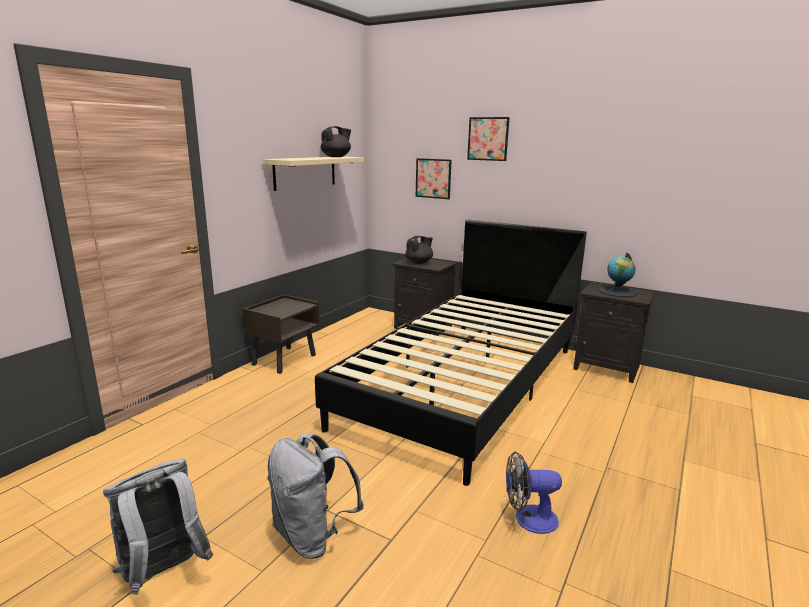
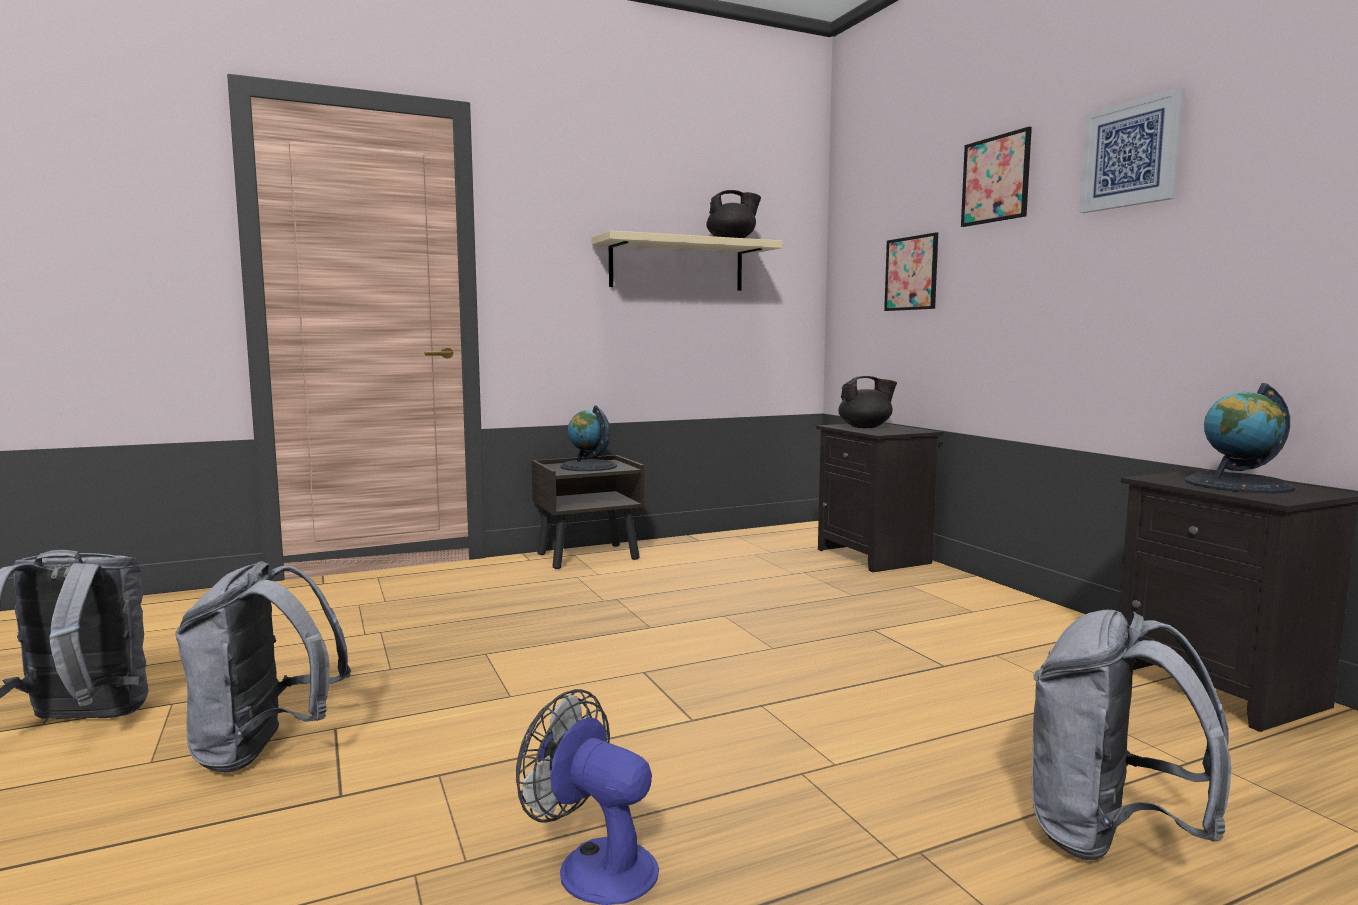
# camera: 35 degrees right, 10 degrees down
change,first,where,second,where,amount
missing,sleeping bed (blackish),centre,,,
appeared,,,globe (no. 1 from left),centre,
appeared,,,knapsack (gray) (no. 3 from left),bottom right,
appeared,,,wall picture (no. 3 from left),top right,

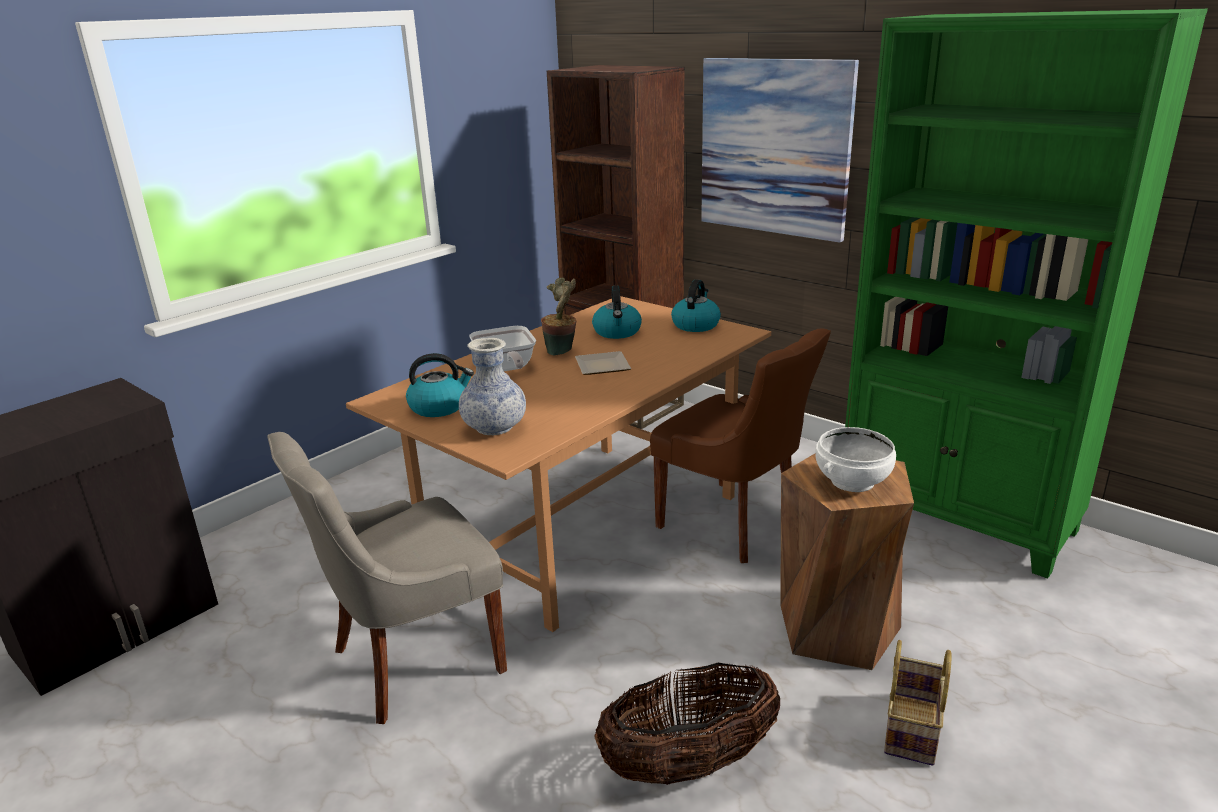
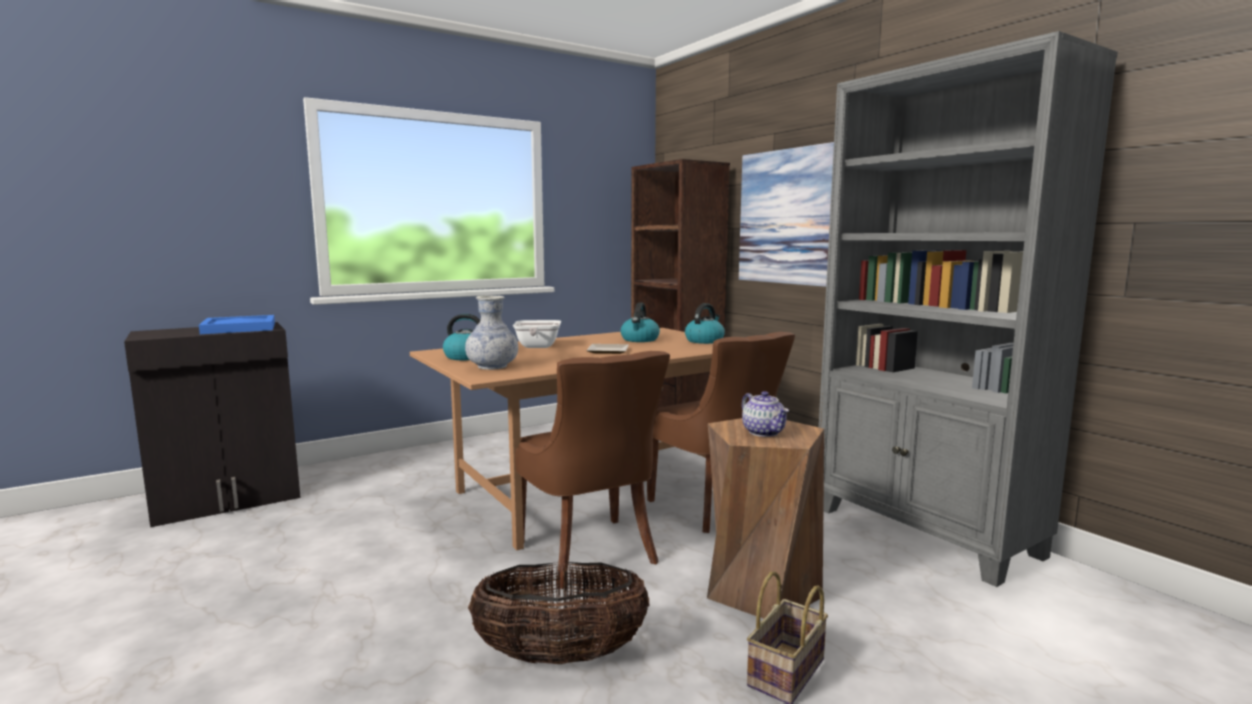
# camera: 15 degrees right, 15 degrees down
change,first,where,second,where,amount
missing,plain chair (gray),bottom left,,,
missing,houseplant,centre,,,
exchanged,serving bowl (white-coloured),middle right,pot for tea,centre,
colour,bookshelf (green),middle right,bookshelf (gray),middle right,
appeared,,,serving tray (blue),middle left,
appeared,,,plain chair (brown) (no. 1 from left),bottom centre,

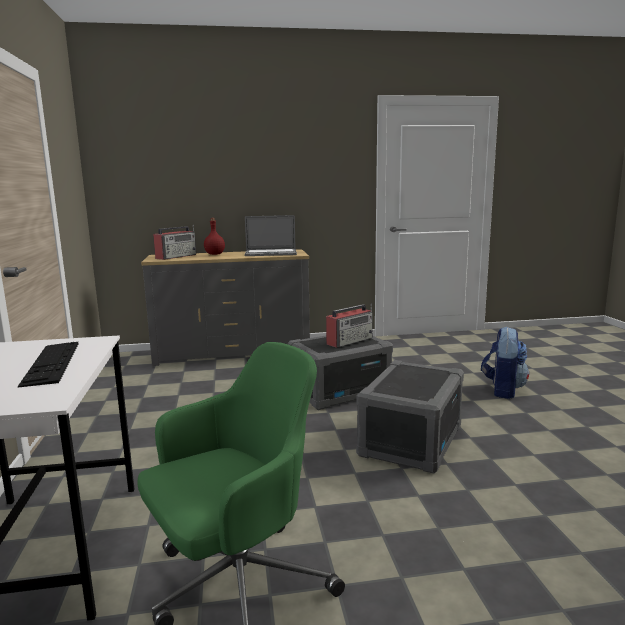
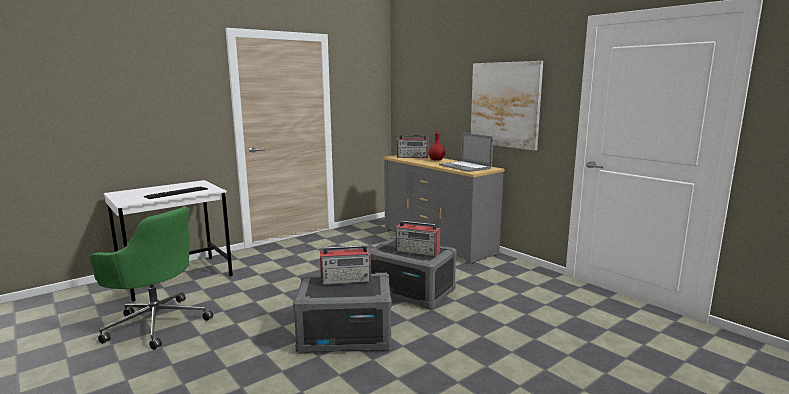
# camera: 60 degrees right, 0 degrees up
change,first,where,second,where,amount
missing,knapsack,middle right,,,
appeared,,,radio set (no. 1 from left),bottom centre,
appeared,,,wall picture,top centre,

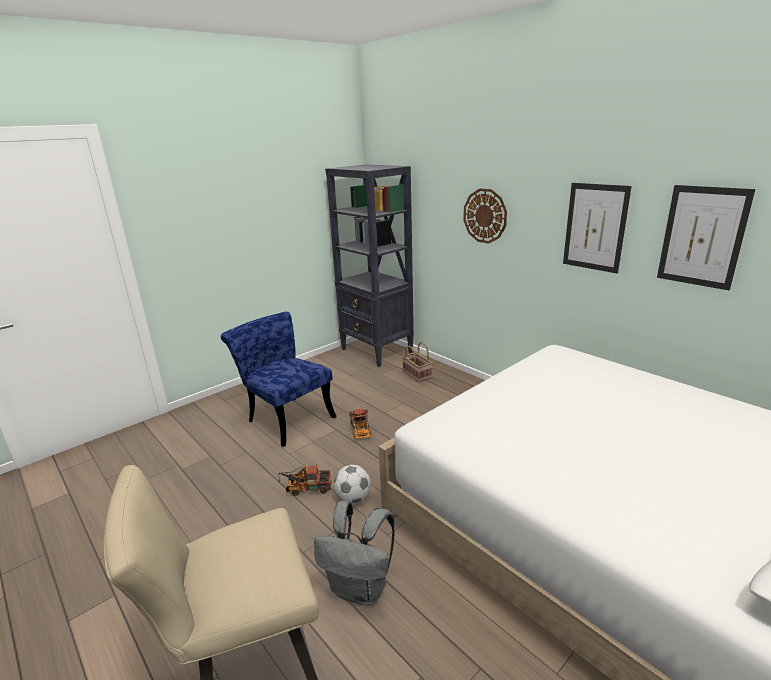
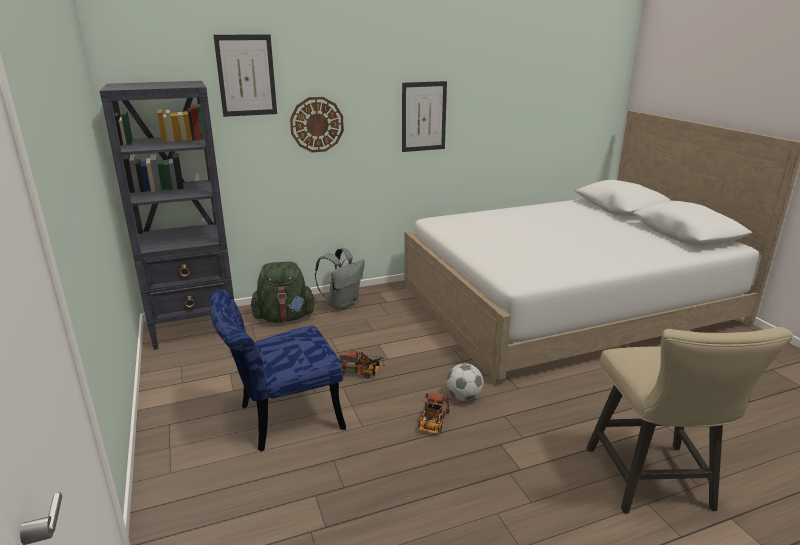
# camera: 70 degrees left, 0 degrees up
change,first,where,second,where,amount
relocated,knapsack (gray),bottom centre,,centre,
exchanged,basket,centre,knapsack (green),centre,
relocated,wall picture (no. 2 from left in the first image),middle right,wall picture (no. 1 from left),top left,

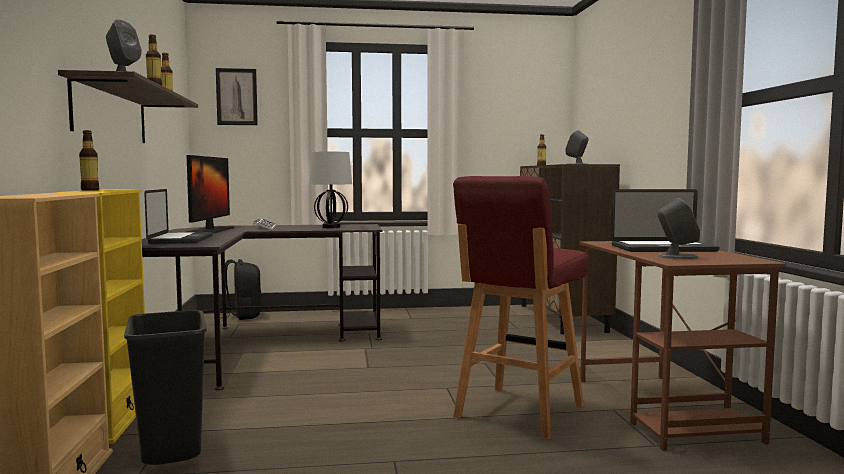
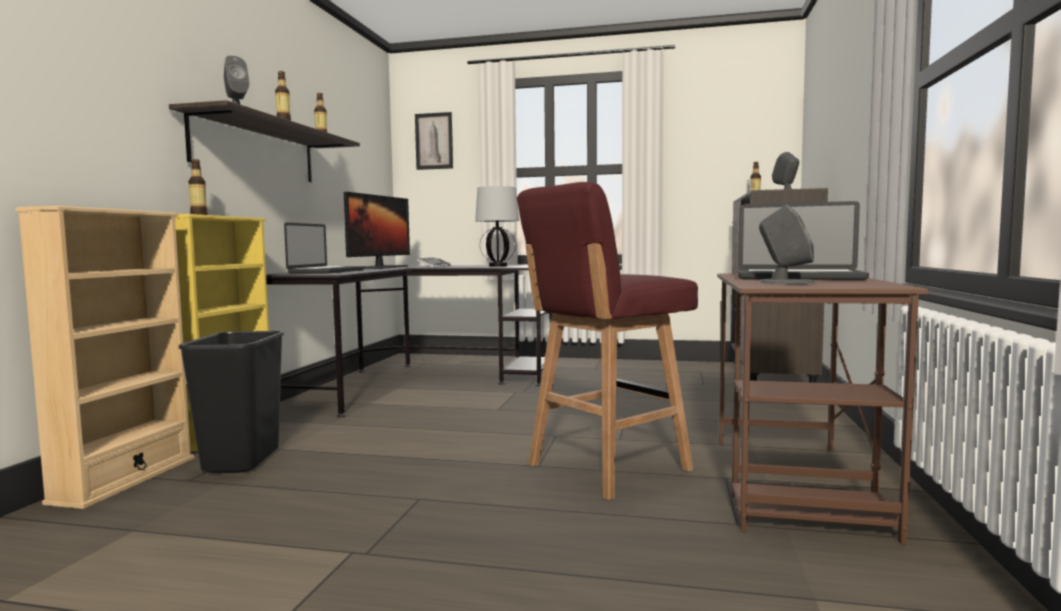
# camera: 20 degrees right, 0 degrees up
change,first,where,second,where,amount
missing,knapsack (blackish),middle left,,,

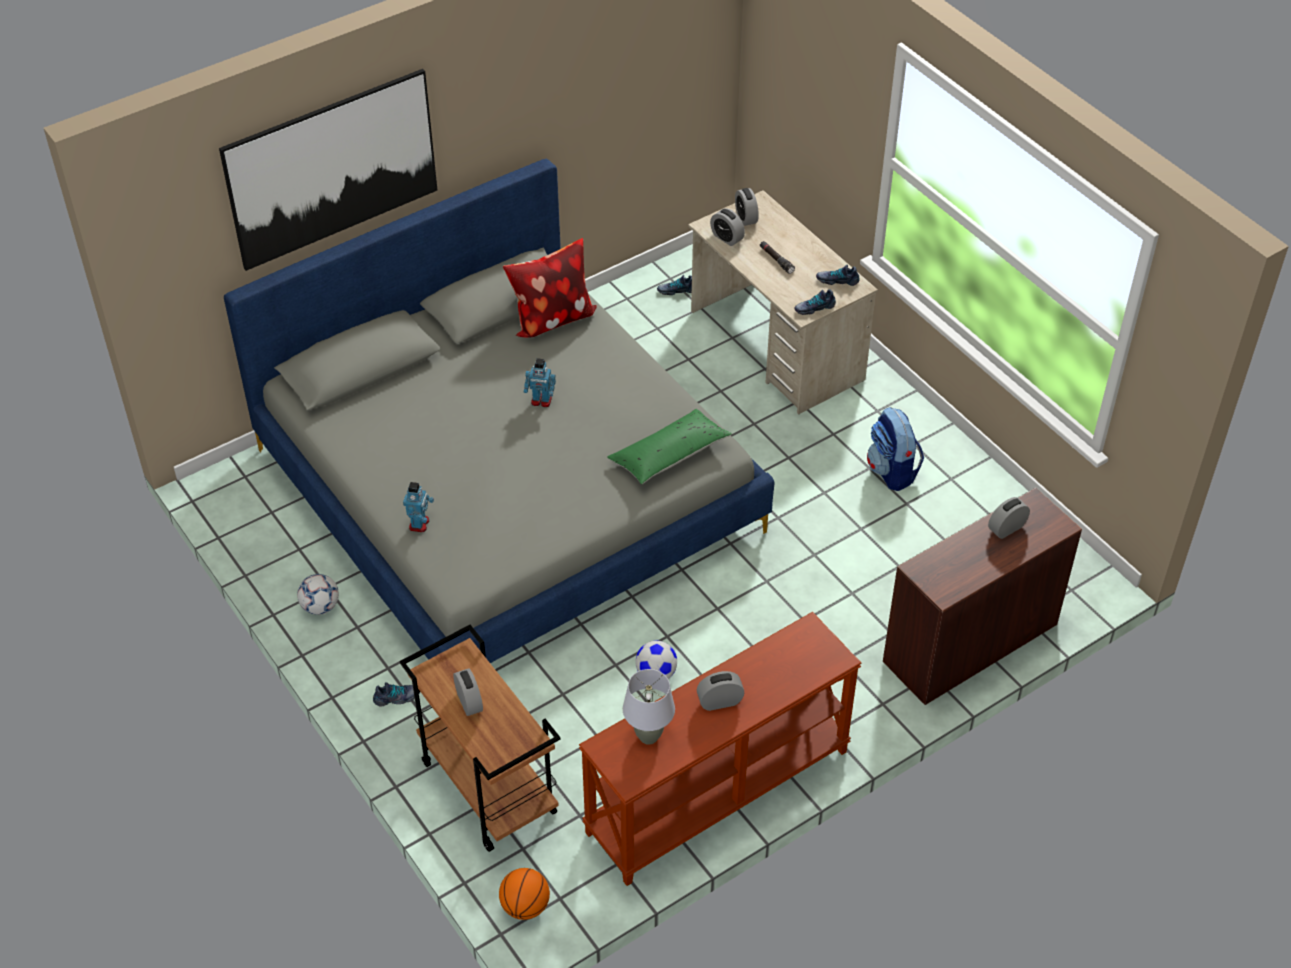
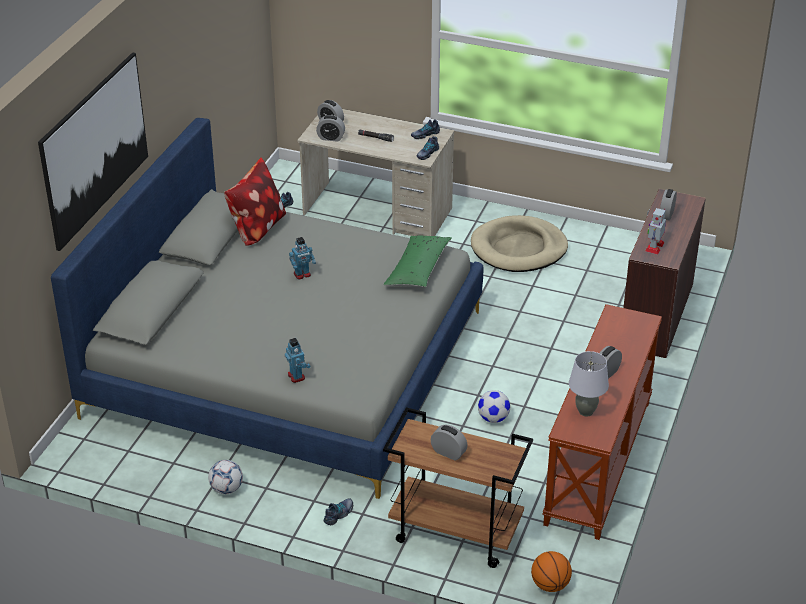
# camera: 35 degrees left, 10 degrees down
change,first,where,second,where,amount
exchanged,knapsack,middle right,dog cushion (beige-coloured),centre,
appeared,,,robot figure (no. 3 from left),middle right,

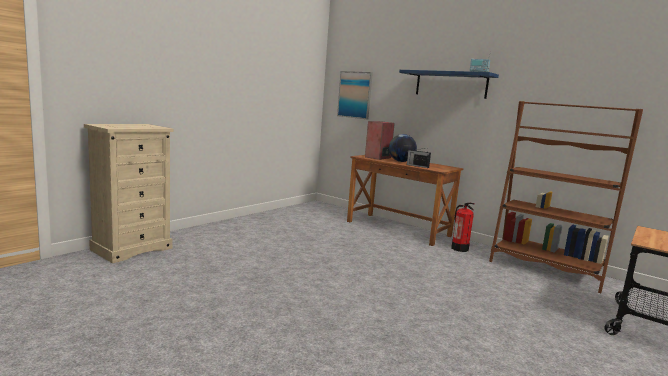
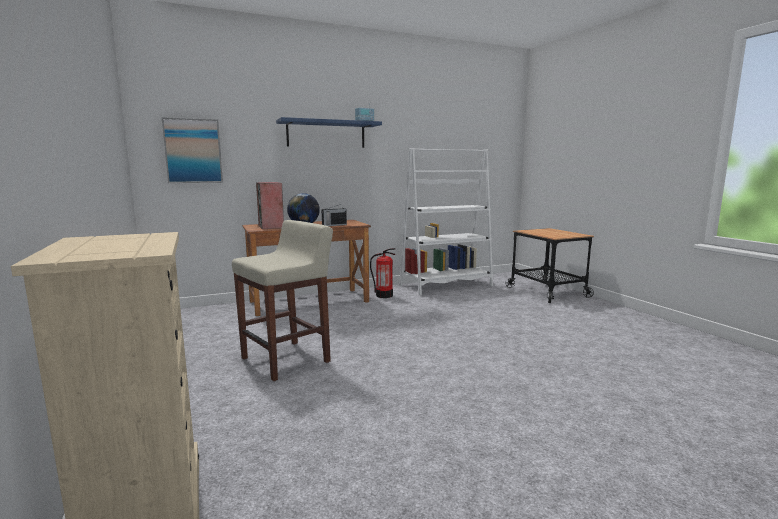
# camera: 60 degrees left, 0 degrees up
change,first,where,second,where,amount
colour,bookshelf (brown),middle right,bookshelf (white-coloured),centre,
appeared,,,stool seat (beige-coloured),centre,

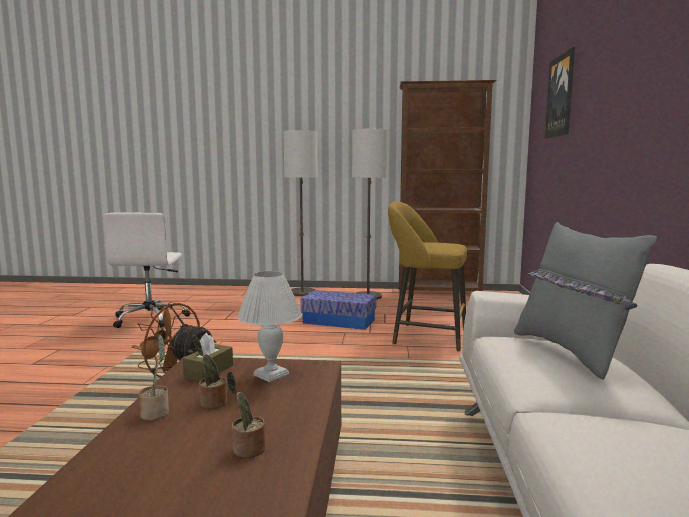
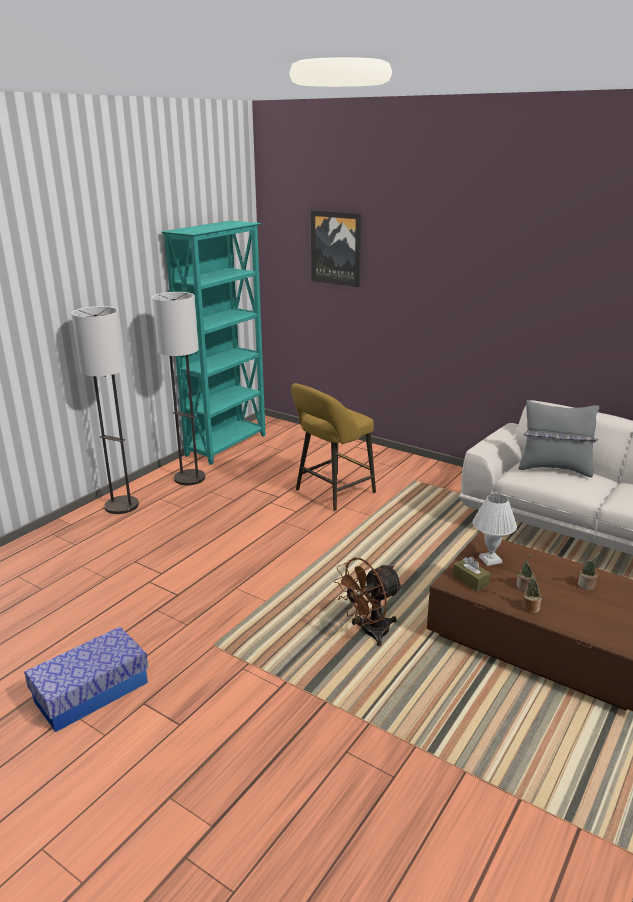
# camera: 60 degrees left, 15 degrees up
change,first,where,second,where,amount
missing,desk chair (white-coloured),middle left,,,
relocated,storage container,centre,,bottom left,
colour,bookshelf (brown),centre,bookshelf (turquoise-coloured),centre,

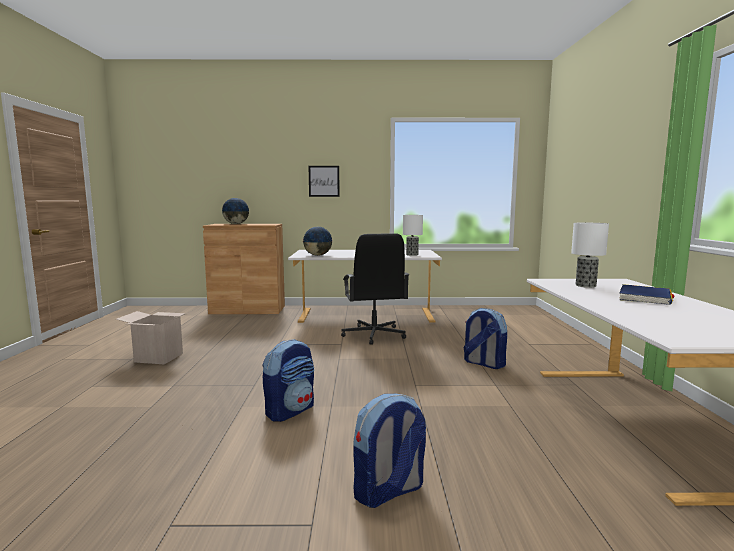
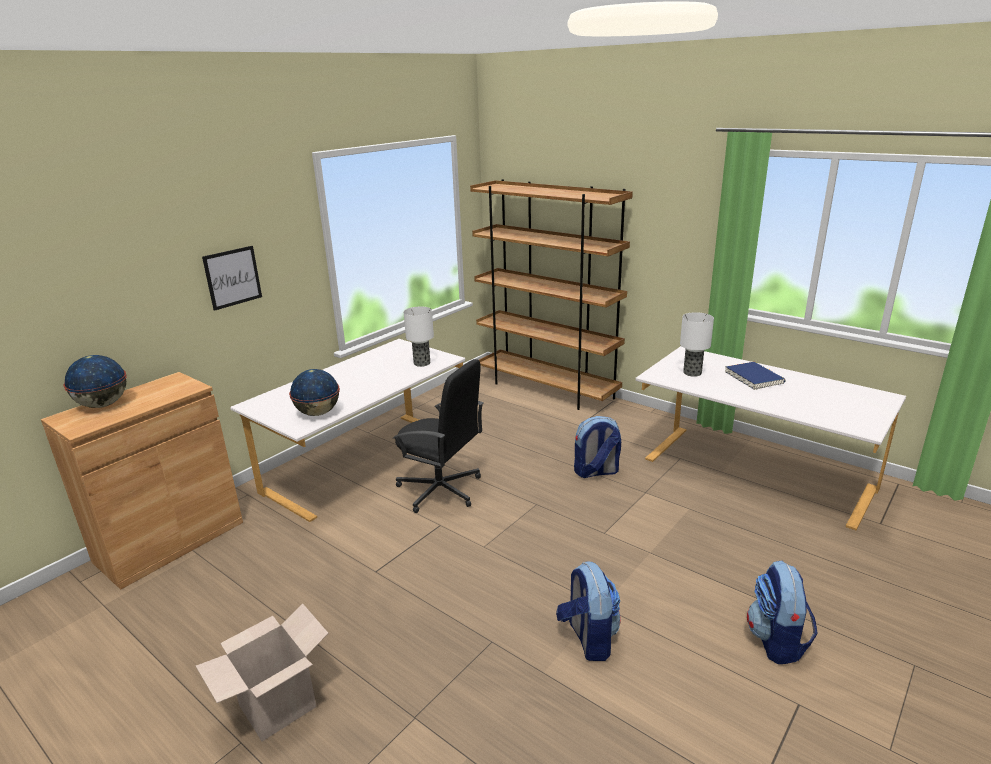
# camera: 50 degrees left, 15 degrees up
change,first,where,second,where,amount
appeared,,,bookshelf (brown),centre,

